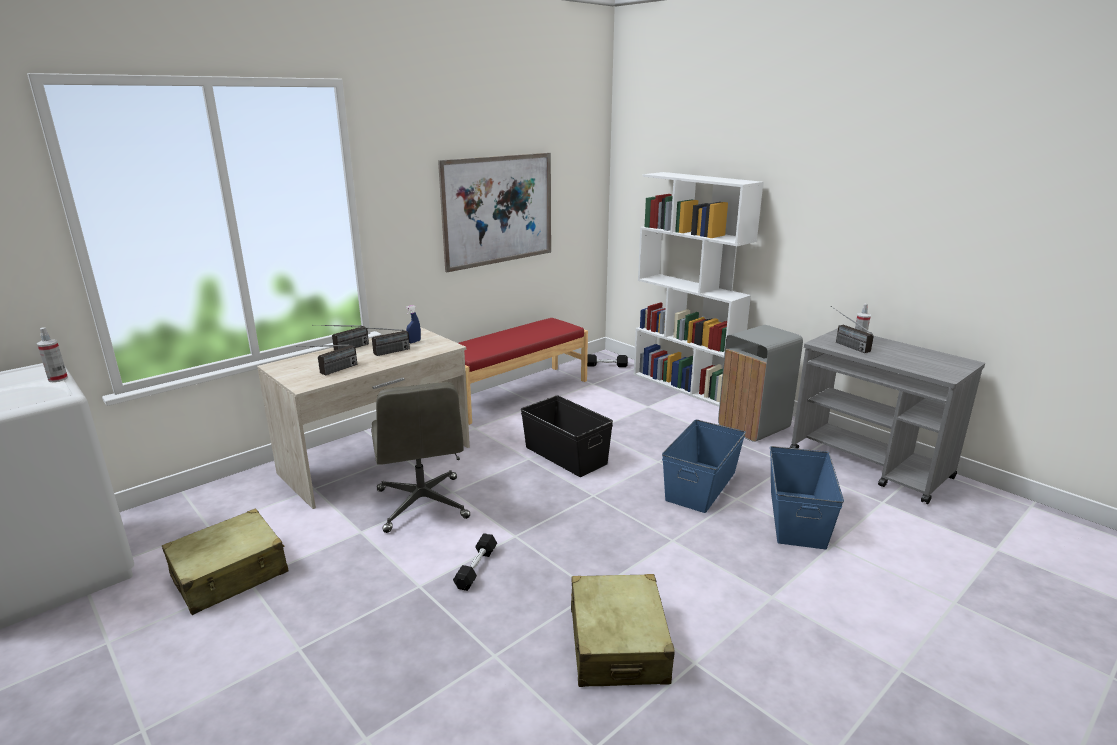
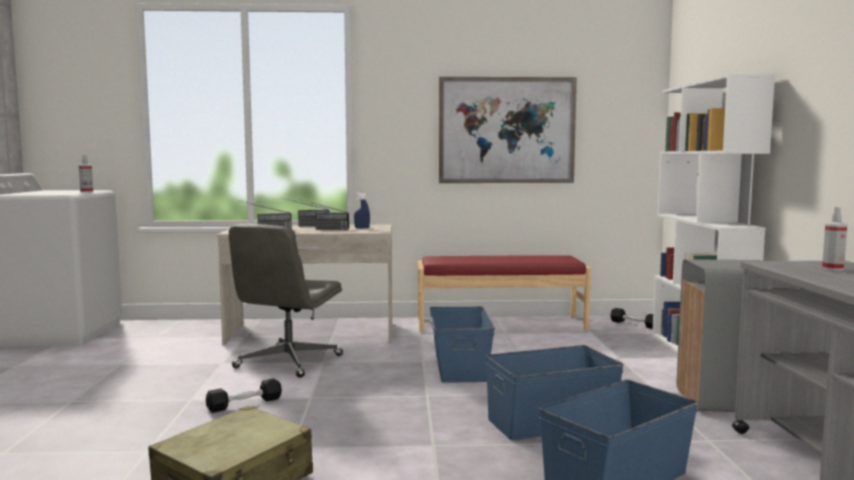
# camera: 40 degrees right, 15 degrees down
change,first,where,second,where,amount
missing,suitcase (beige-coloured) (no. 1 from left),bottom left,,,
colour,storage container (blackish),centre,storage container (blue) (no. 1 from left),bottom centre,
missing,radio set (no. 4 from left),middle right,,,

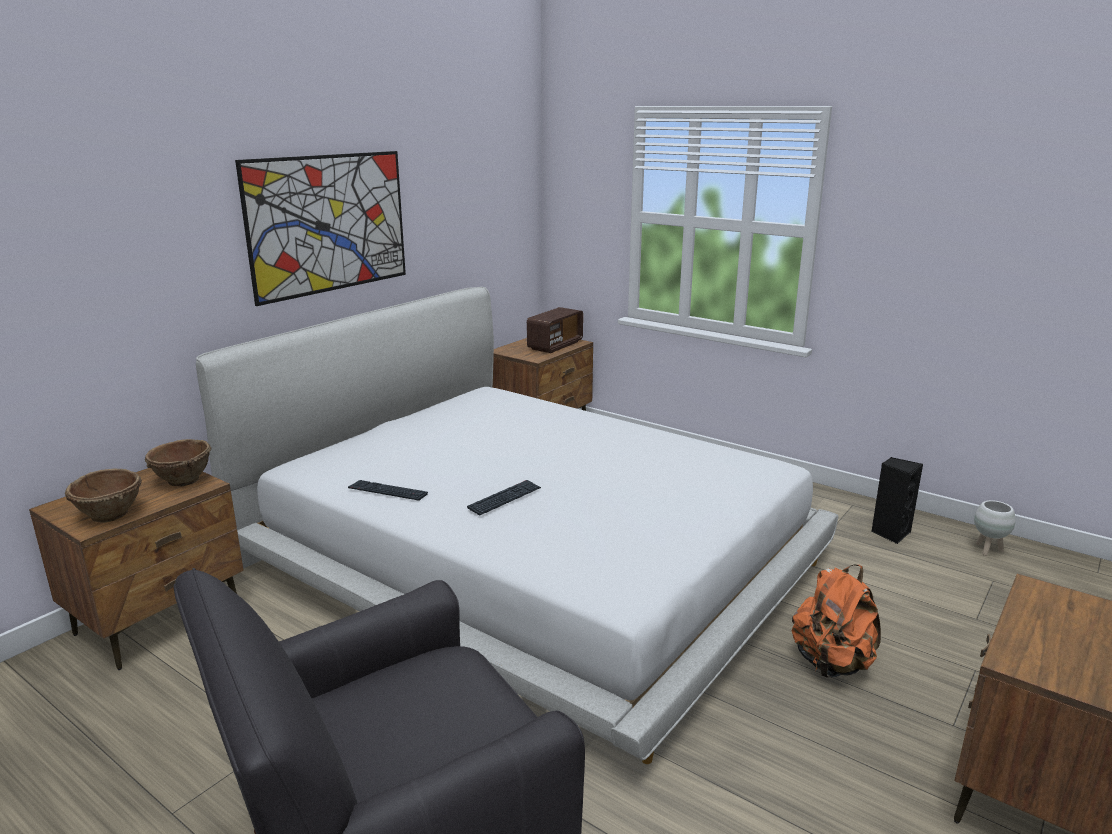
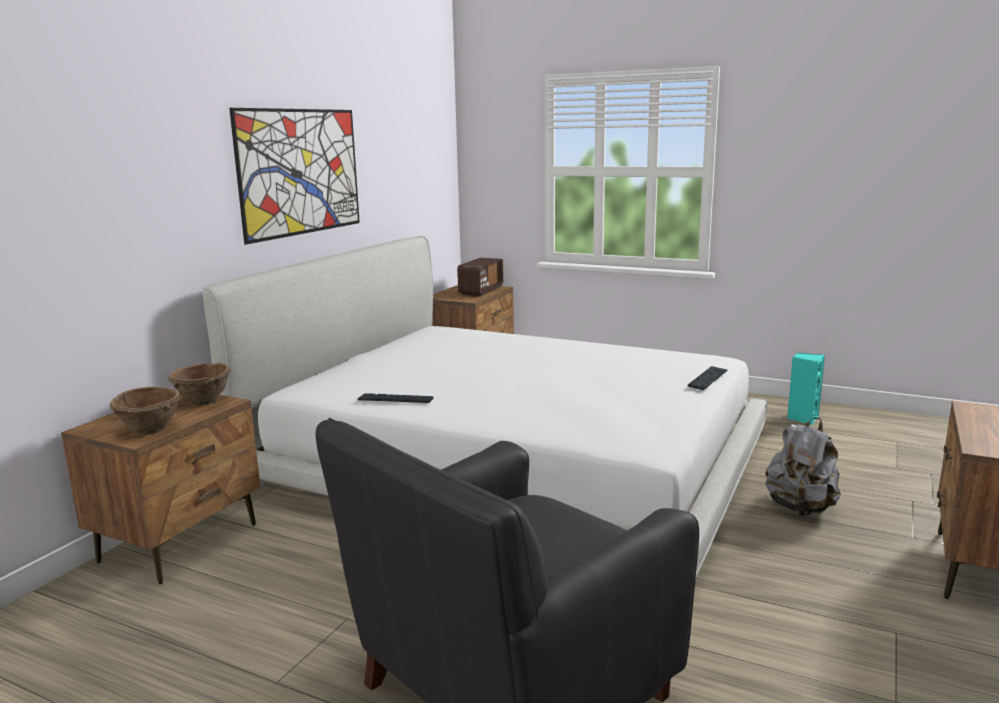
# camera: 10 degrees left, 5 degrees down
change,first,where,second,where,amount
relocated,computer keyboard (no. 2 from left),centre,,middle right,
colour,knapsack (orange-coloured),bottom right,knapsack (gray),middle right,
colour,loudspeaker (blackish),middle right,loudspeaker (turquoise-coloured),middle right,
missing,plant pot (white-coloured),middle right,,,

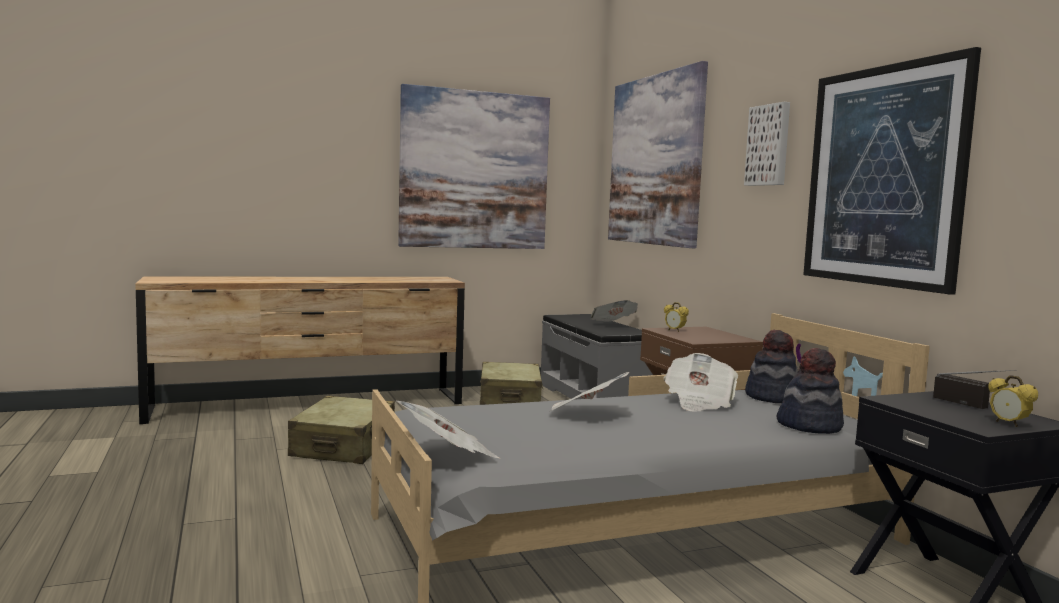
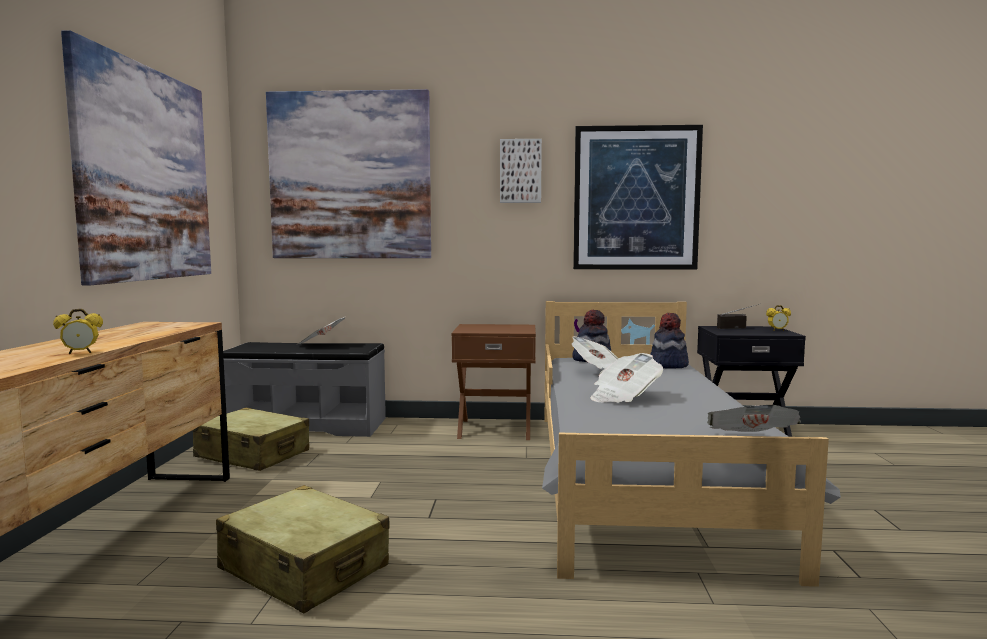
# camera: 65 degrees left, 0 degrees up
change,first,where,second,where,amount
relocated,alarm clock (no. 1 from left),centre,,middle left,

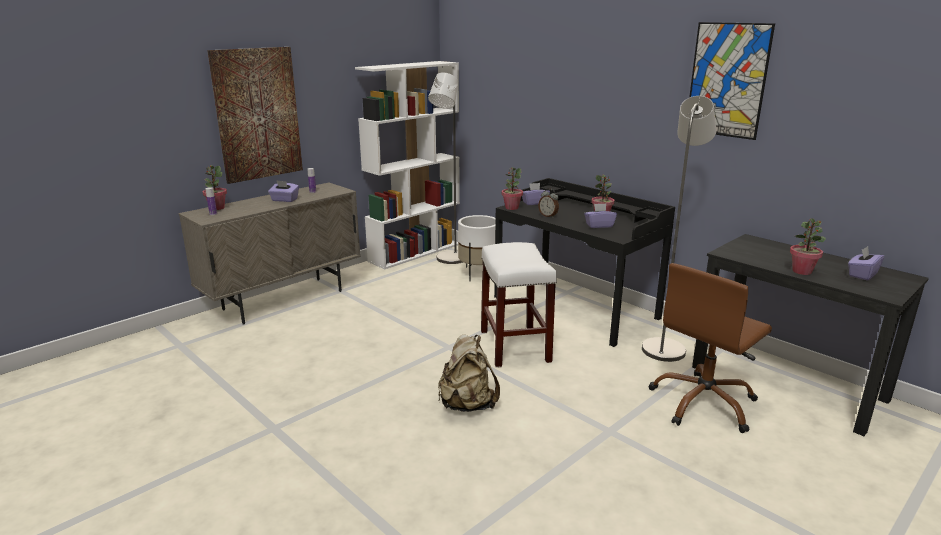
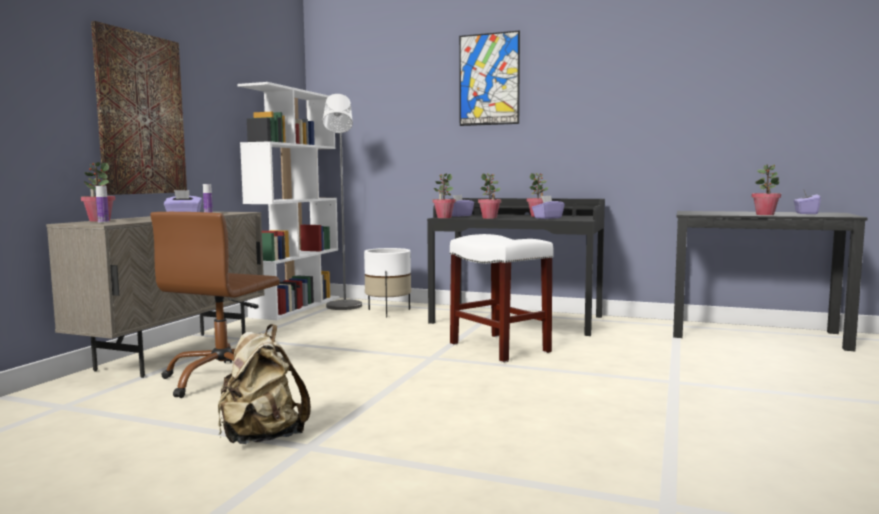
# camera: 25 degrees left, 15 degrees down
change,first,where,second,where,amount
relocated,knapsack (beige-coloured),bottom centre,,bottom left,
exchanged,alarm clock,centre,houseplant (no. 3 from left),centre,
missing,standard lamp (gray) (no. 2 from left),middle right,,,
relocated,desk chair (brown),middle right,,middle left,
relocated,wall picture (no. 2 from left),top right,,top centre,

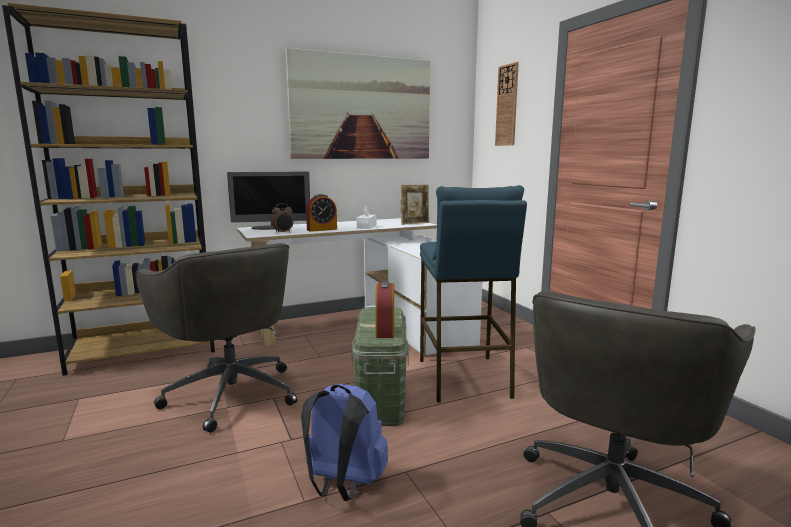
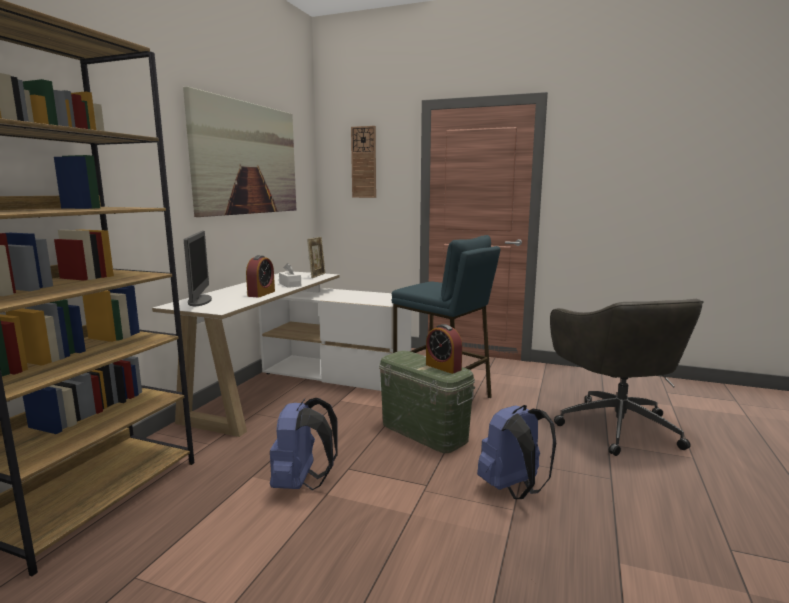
# camera: 45 degrees left, 0 degrees up
change,first,where,second,where,amount
exchanged,desk chair (gray) (no. 1 from left),middle left,knapsack (blue) (no. 1 from left),bottom centre,
spun,monitor,centre,,middle left,45 degrees counterclockwise
missing,alarm clock (no. 1 from left),centre,,,

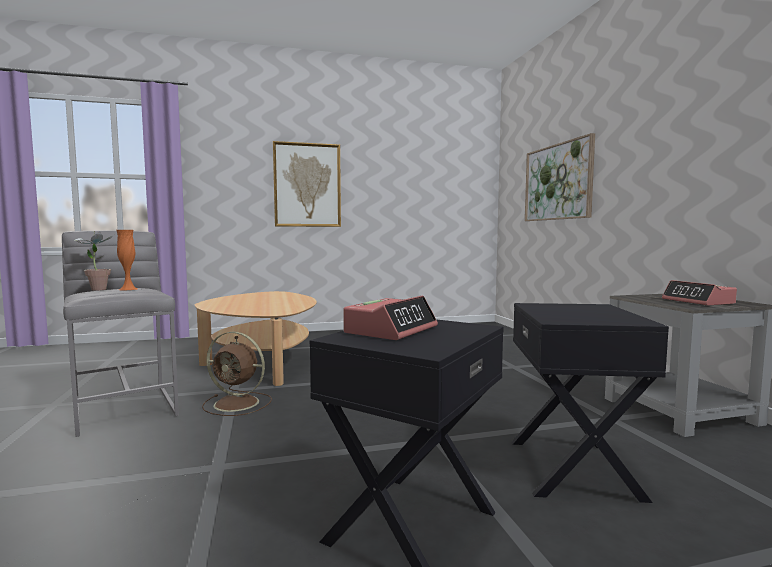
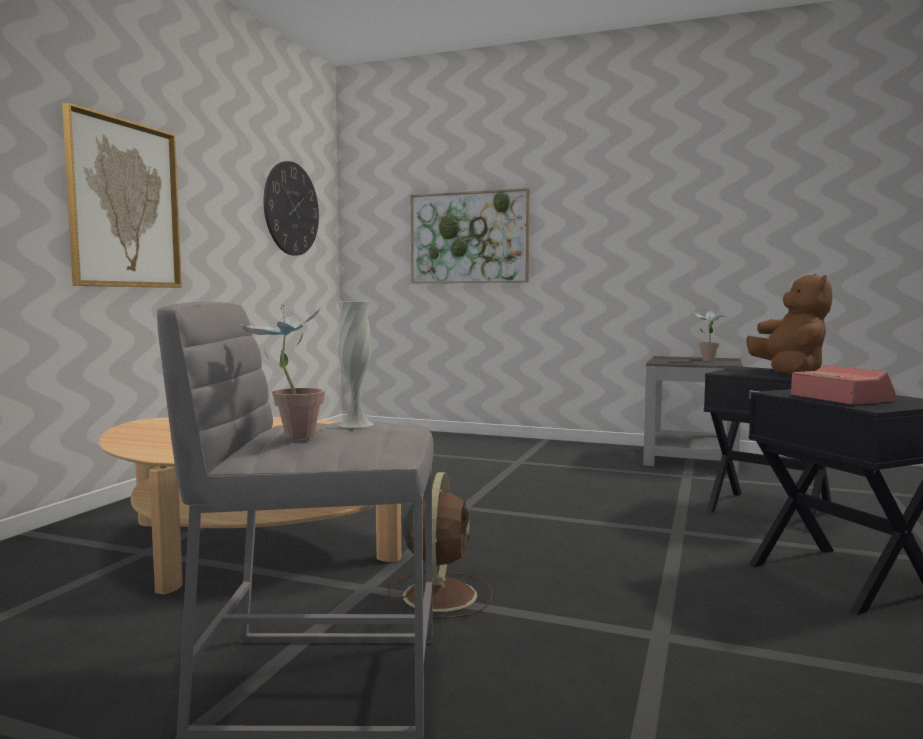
# camera: 55 degrees left, 0 degrees up
change,first,where,second,where,amount
colour,decorative vase (orange-coloured),middle left,decorative vase (white-coloured),centre,
spun,cooling fan (brown),middle left,,bottom centre,45 degrees counterclockwise
exchanged,alarm clock (no. 2 from left),middle right,houseplant (no. 2 from left),middle right,
appeared,,,wall clock,top left,
appeared,,,cuddly toy (brown),middle right,

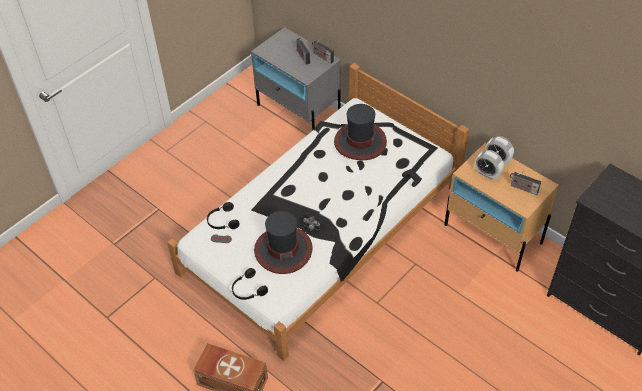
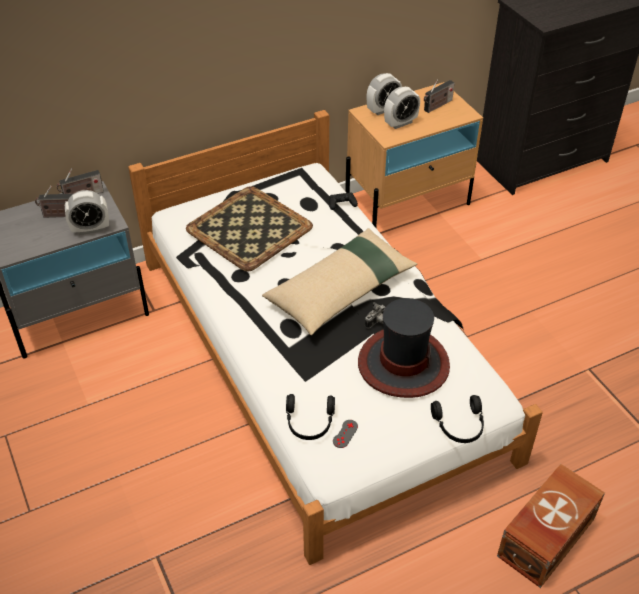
# camera: 70 degrees left, 5 degrees down
change,first,where,second,where,amount
exchanged,hat (no. 2 from left),centre,serving tray,centre,
appeared,,,alarm clock (no. 1 from left),middle left,
appeared,,,pillow (beige-coloured),centre,

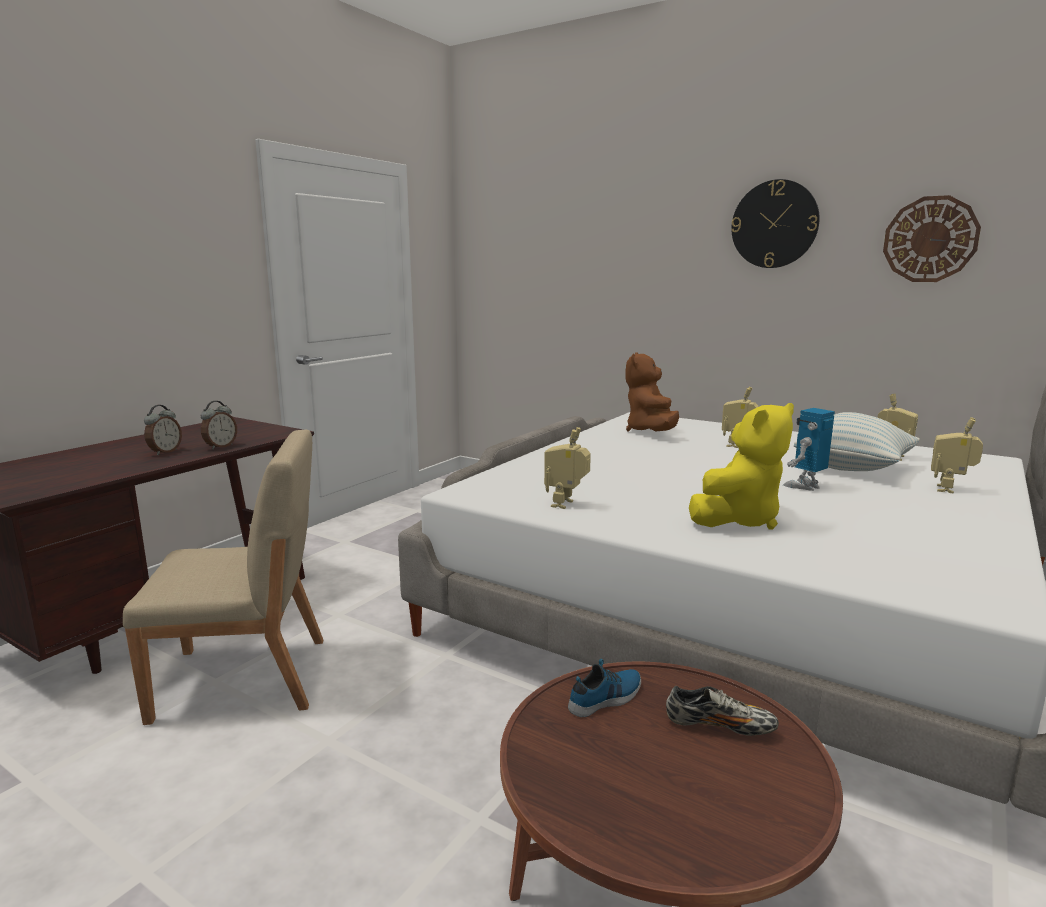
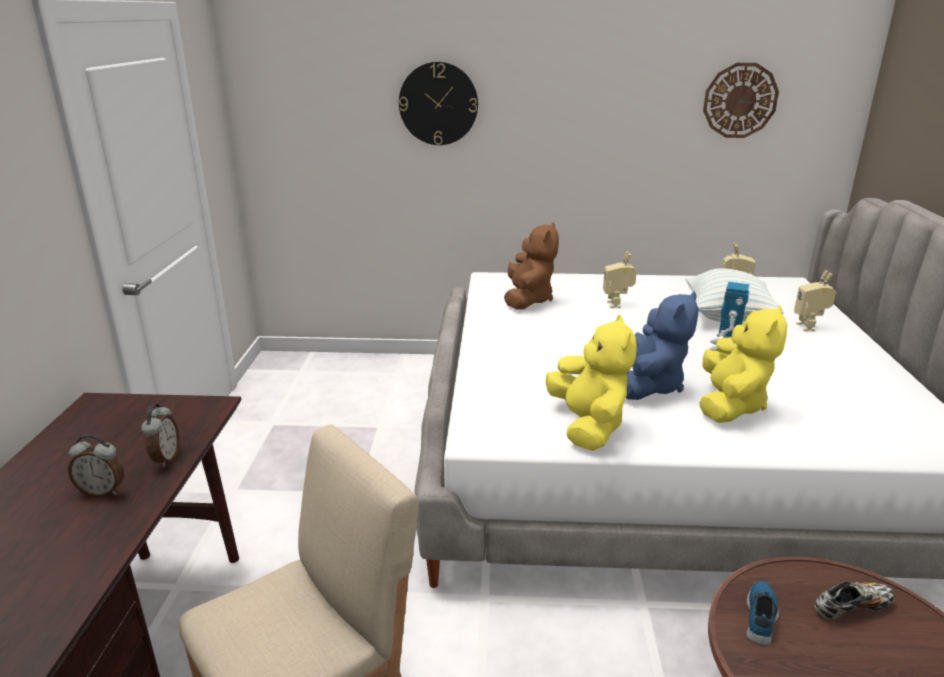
# camera: 30 degrees left, 10 degrees up
change,first,where,second,where,amount
spun,alarm clock (no. 1 from left),middle left,,bottom left,105 degrees clockwise
exchanged,robot figure (no. 1 from left),centre,cuddly toy (yellowish) (no. 1 from left),centre,
spun,cuddly toy (brown),centre,,centre,150 degrees counterclockwise
relocated,wall clock (no. 1 from left),top right,,top centre,
appeared,,,cuddly toy (blue),middle right,

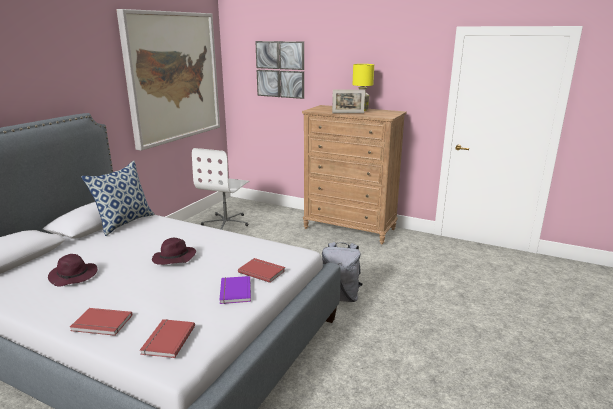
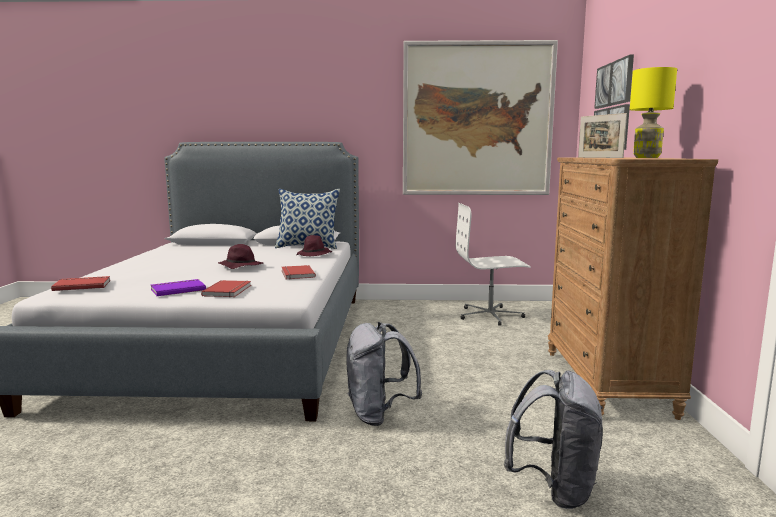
# camera: 65 degrees right, 10 degrees down
change,first,where,second,where,amount
relocated,hat (purple) (no. 1 from left in the first image),middle left,hat (purple) (no. 2 from left),centre,
relocated,book (red-coloured) (no. 1 from left in the first image),bottom left,book (red-coloured) (no. 3 from left),centre,
appeared,,,knapsack (gray) (no. 2 from left),bottom right,

